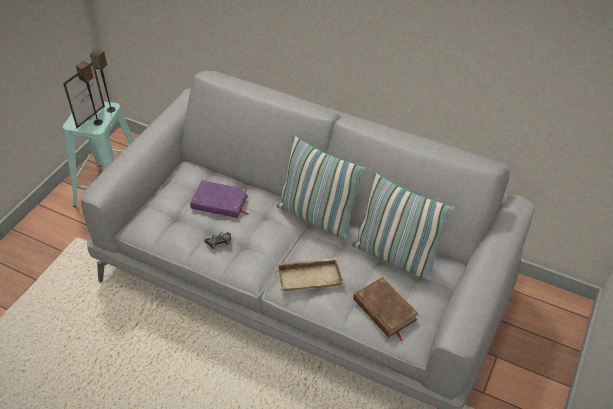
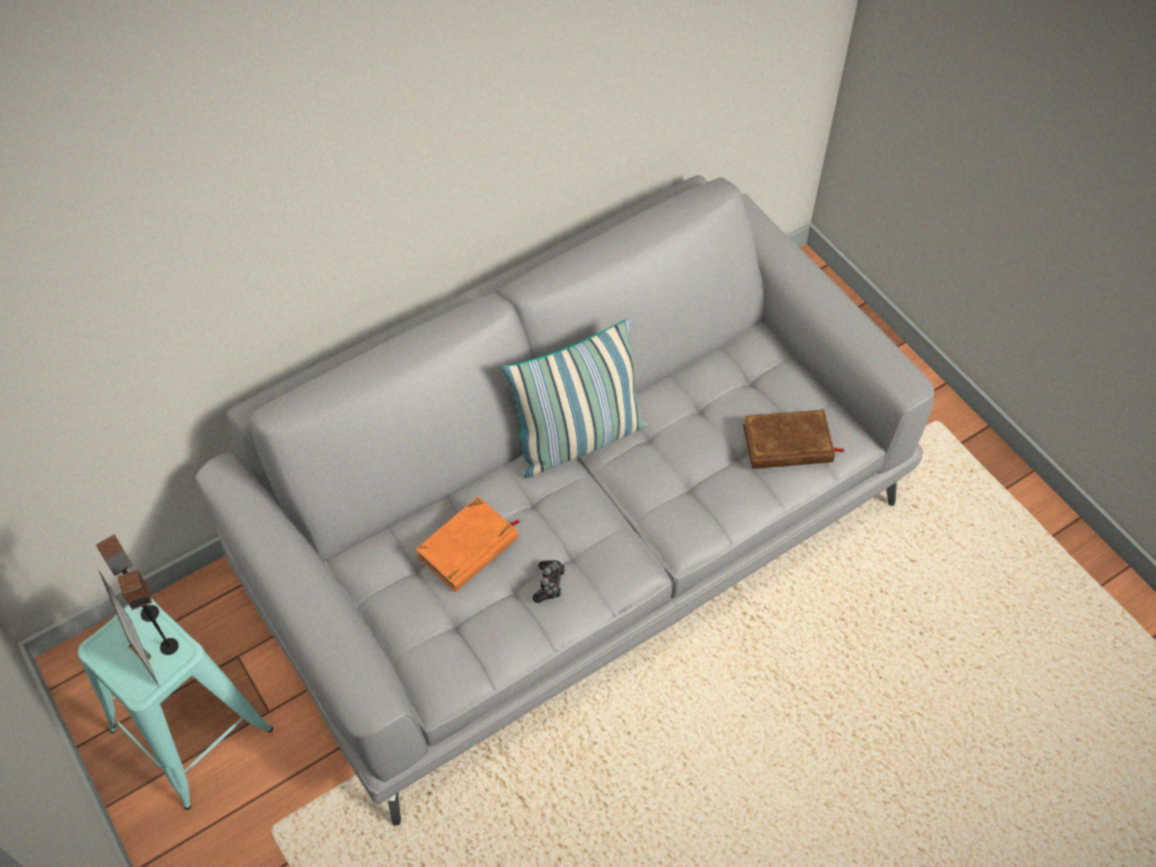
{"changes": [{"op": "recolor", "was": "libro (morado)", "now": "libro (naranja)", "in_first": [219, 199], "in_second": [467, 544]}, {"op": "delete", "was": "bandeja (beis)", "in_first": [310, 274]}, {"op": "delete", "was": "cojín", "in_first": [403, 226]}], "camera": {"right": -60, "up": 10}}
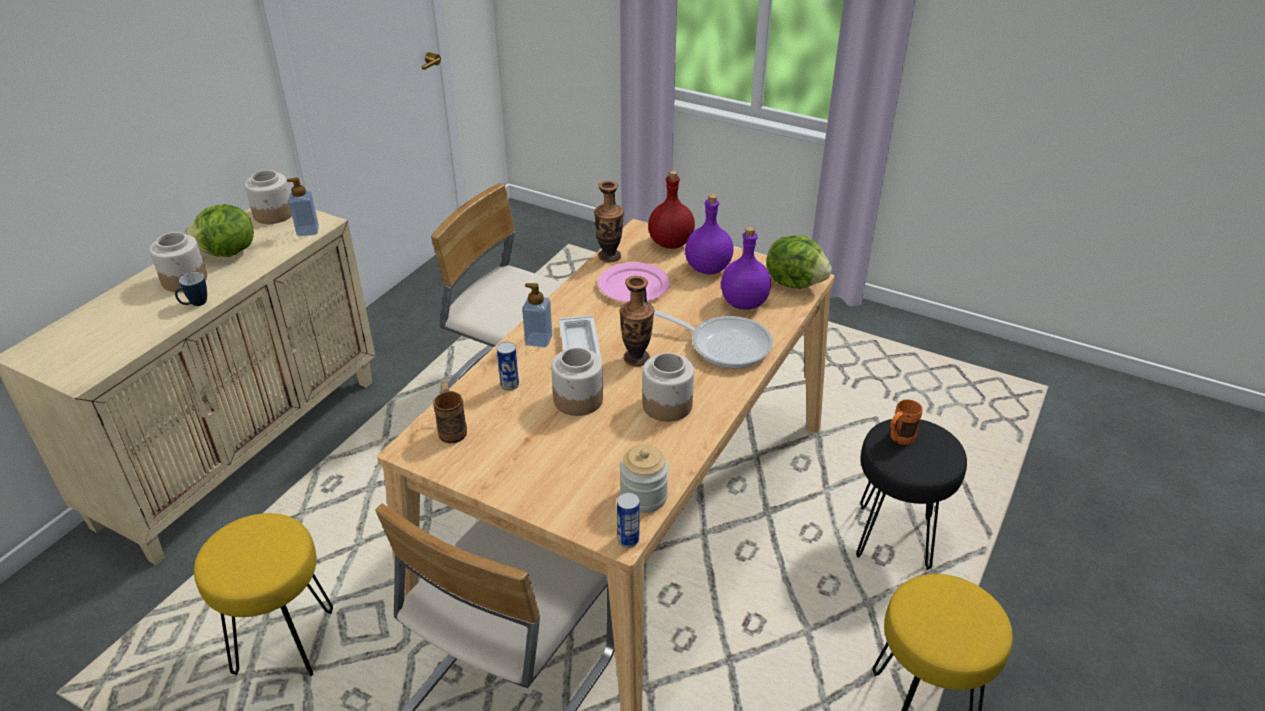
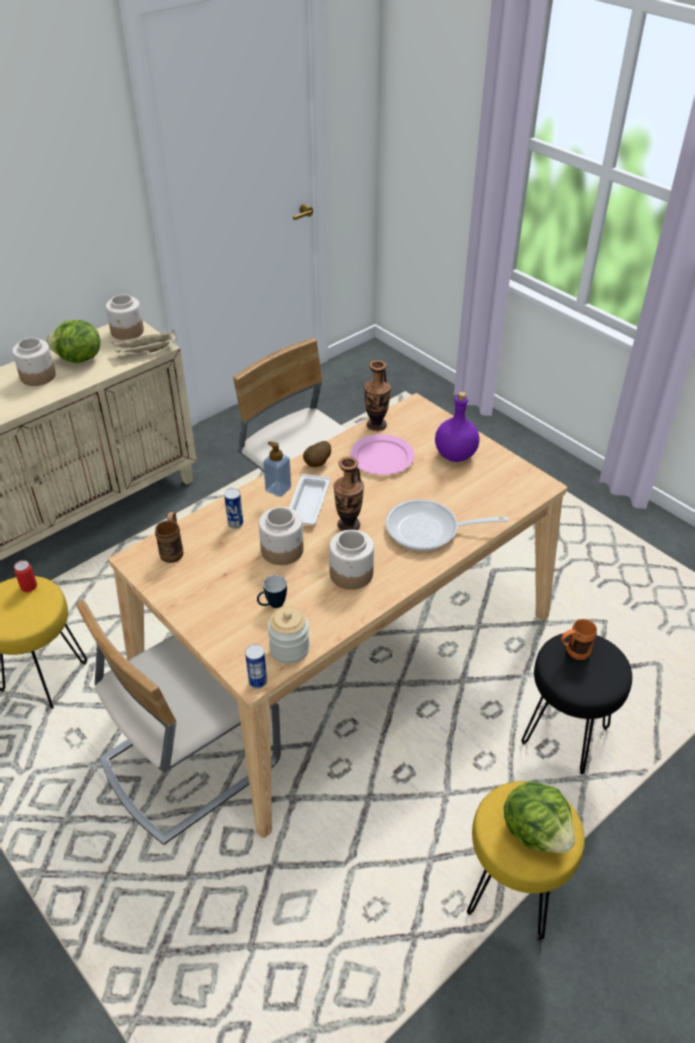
{"changes": [{"op": "insert", "now": "lata", "in_second": [25, 576]}, {"op": "replace", "was": "dispensador de jabón", "now": "bandeja (beis)", "in_first": [303, 206], "in_second": [144, 341]}, {"op": "move", "was": "taza grande", "in_first": [191, 289], "in_second": [272, 591]}, {"op": "insert", "now": "patata", "in_second": [317, 454]}, {"op": "rotate", "was": "sartén", "in_first": [713, 339], "in_second": [447, 525], "clockwise": 135}, {"op": "move", "was": "lechuga", "in_first": [799, 262], "in_second": [539, 817]}, {"op": "delete", "was": "botella (rojo)", "in_first": [671, 209]}, {"op": "delete", "was": "botella (morado)", "in_first": [746, 268]}], "camera": {"right": 20, "up": 5}}
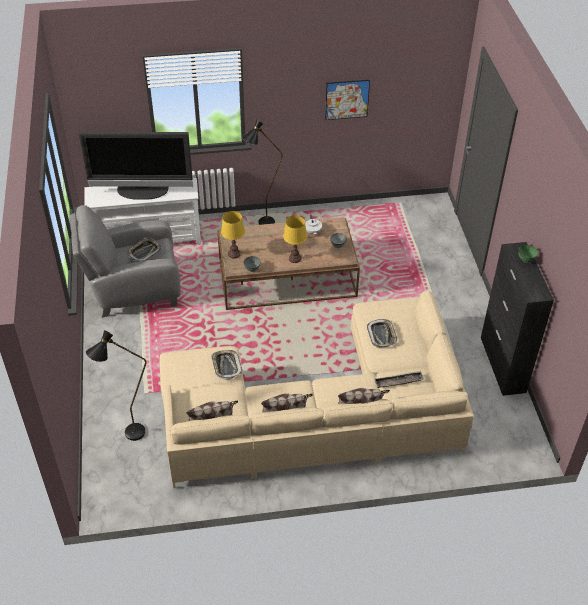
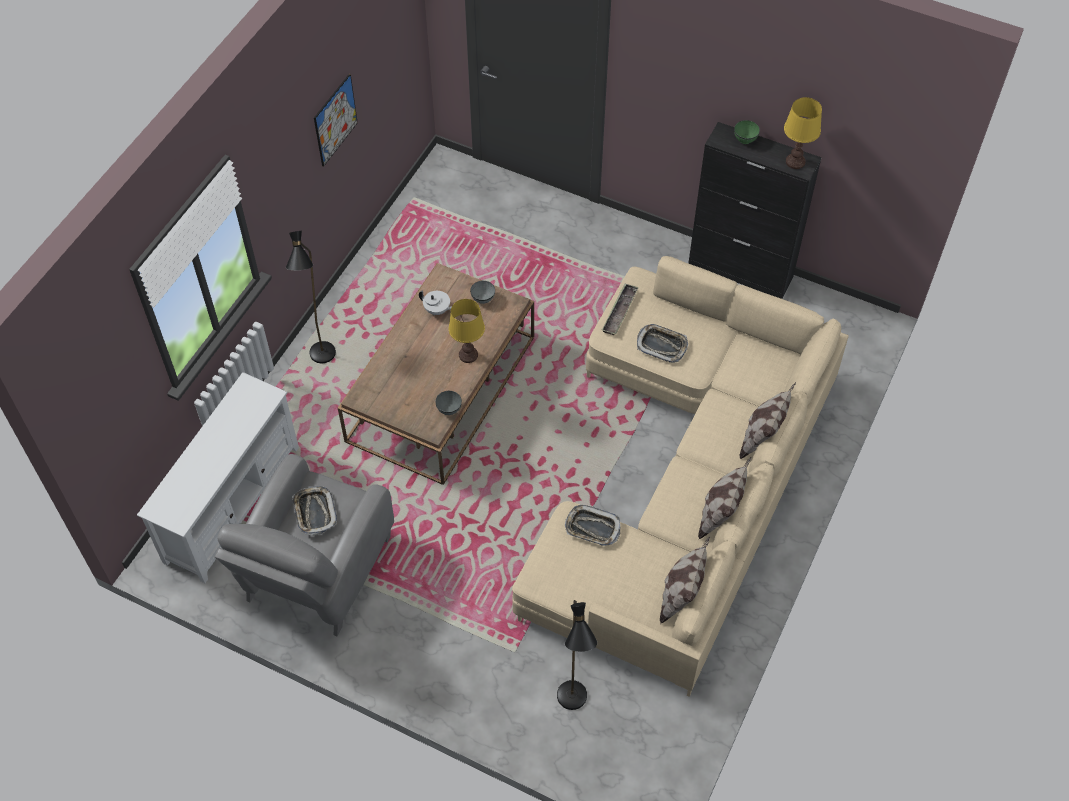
{"changes": [{"op": "move", "was": "bandeja", "in_first": [399, 379], "in_second": [620, 309]}, {"op": "move", "was": "lámpara de mesa (amarillo)", "in_first": [233, 234], "in_second": [803, 133]}, {"op": "delete", "was": "televisor", "in_first": [136, 166]}], "camera": {"right": -55, "up": 10}}
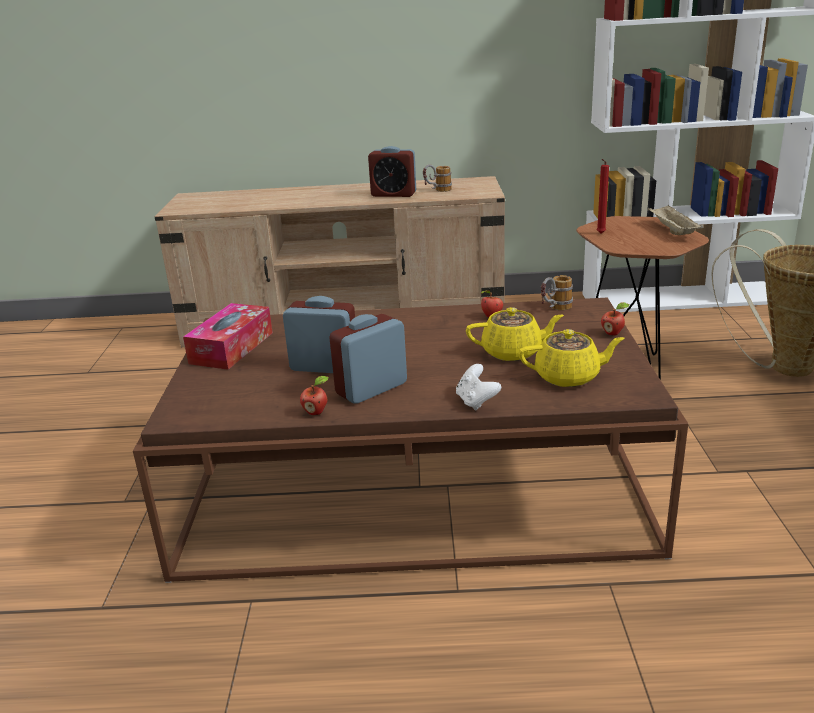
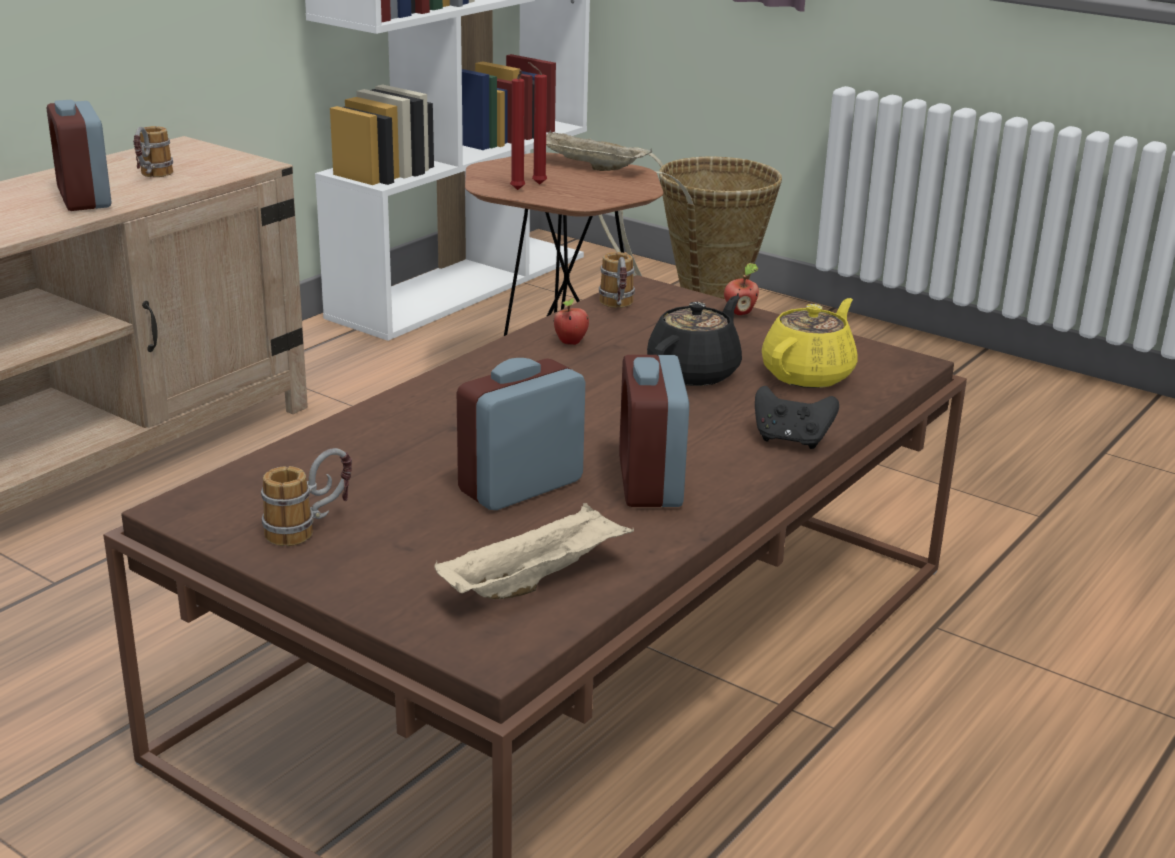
{"changes": [{"op": "rotate", "was": "despertador", "in_first": [392, 171], "in_second": [79, 155], "clockwise": 105}, {"op": "replace", "was": "caja de pañuelos", "now": "taza grande", "in_first": [228, 336], "in_second": [306, 497]}, {"op": "insert", "now": "bandeja (beis)", "in_second": [534, 551]}, {"op": "insert", "now": "vela (rojo)", "in_second": [537, 123]}, {"op": "recolor", "was": "tetera (amarillo)", "now": "tetera (negro)", "in_first": [515, 334], "in_second": [694, 341]}, {"op": "recolor", "was": "mando de consola (blanco)", "now": "mando de consola (negro)", "in_first": [478, 387], "in_second": [797, 417]}, {"op": "delete", "was": "manzana", "in_first": [314, 395]}], "camera": {"right": -55, "up": 0}}
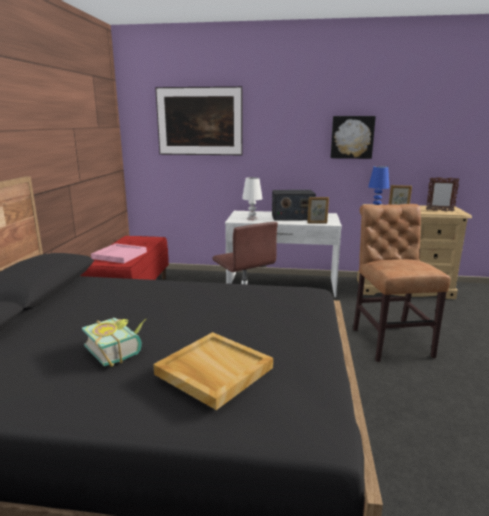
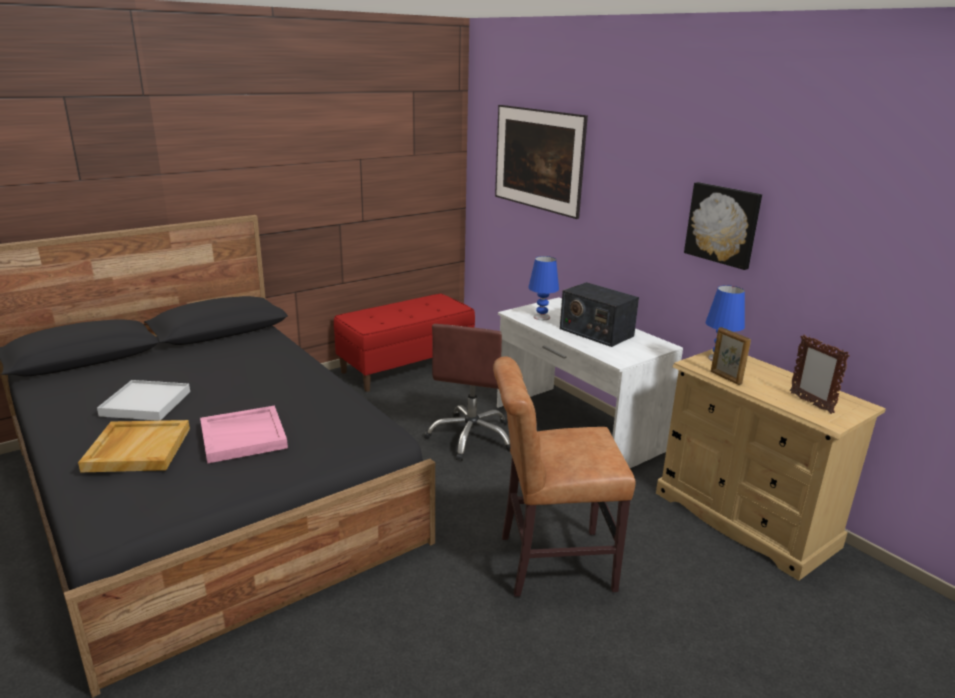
{"changes": [{"op": "replace", "was": "libro", "now": "bandeja (blanco)", "in_first": [114, 342], "in_second": [143, 400]}, {"op": "move", "was": "bandeja (rosa)", "in_first": [119, 253], "in_second": [244, 434]}, {"op": "rotate", "was": "silla (marrón)", "in_first": [402, 283], "in_second": [564, 476], "clockwise": -135}, {"op": "recolor", "was": "lámpara de mesa (blanco)", "now": "lámpara de mesa (azul)", "in_first": [252, 198], "in_second": [543, 288]}, {"op": "delete", "was": "portarretratos", "in_first": [318, 210]}], "camera": {"right": 45, "up": 5}}
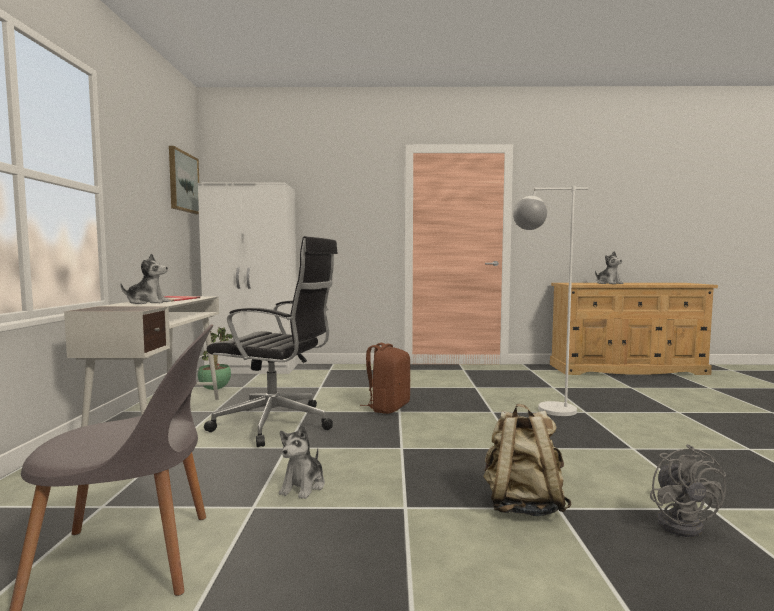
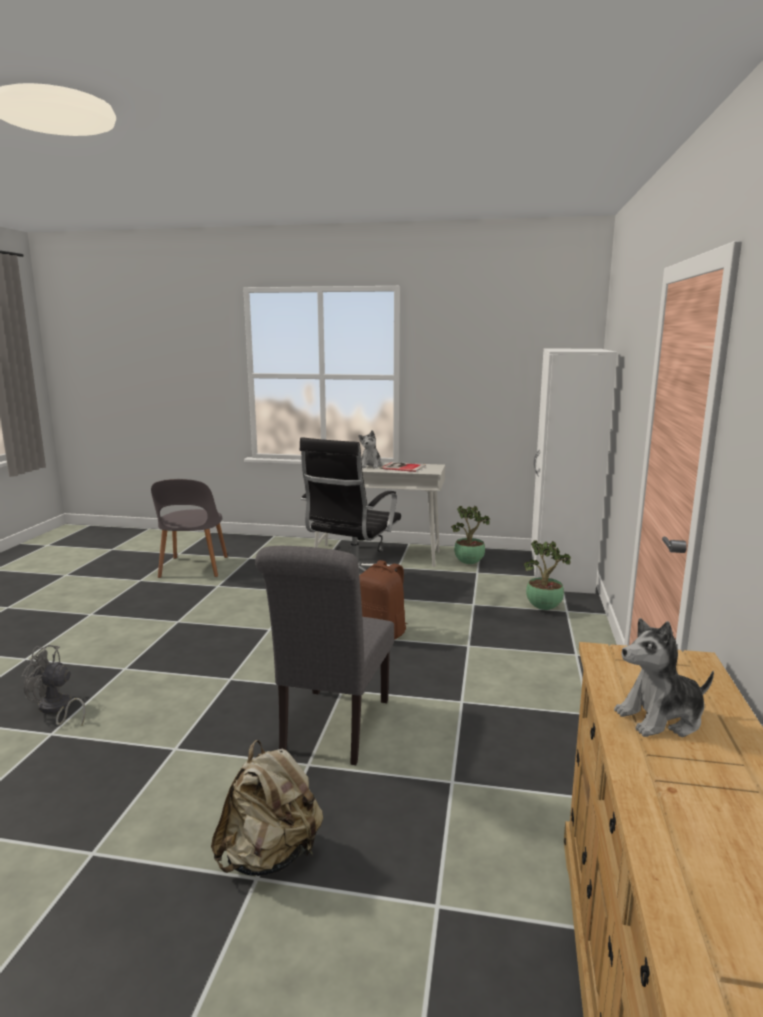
{"changes": [{"op": "move", "was": "mochila (beis)", "in_first": [527, 460], "in_second": [267, 808]}, {"op": "replace", "was": "lámpara de pie (blanco)", "now": "silla (gris)", "in_first": [550, 301], "in_second": [324, 655]}, {"op": "insert", "now": "planta en maceta", "in_second": [547, 575]}, {"op": "delete", "was": "cuadro", "in_first": [184, 180]}, {"op": "delete", "was": "peluche", "in_first": [302, 462]}], "camera": {"right": 100, "up": 10}}
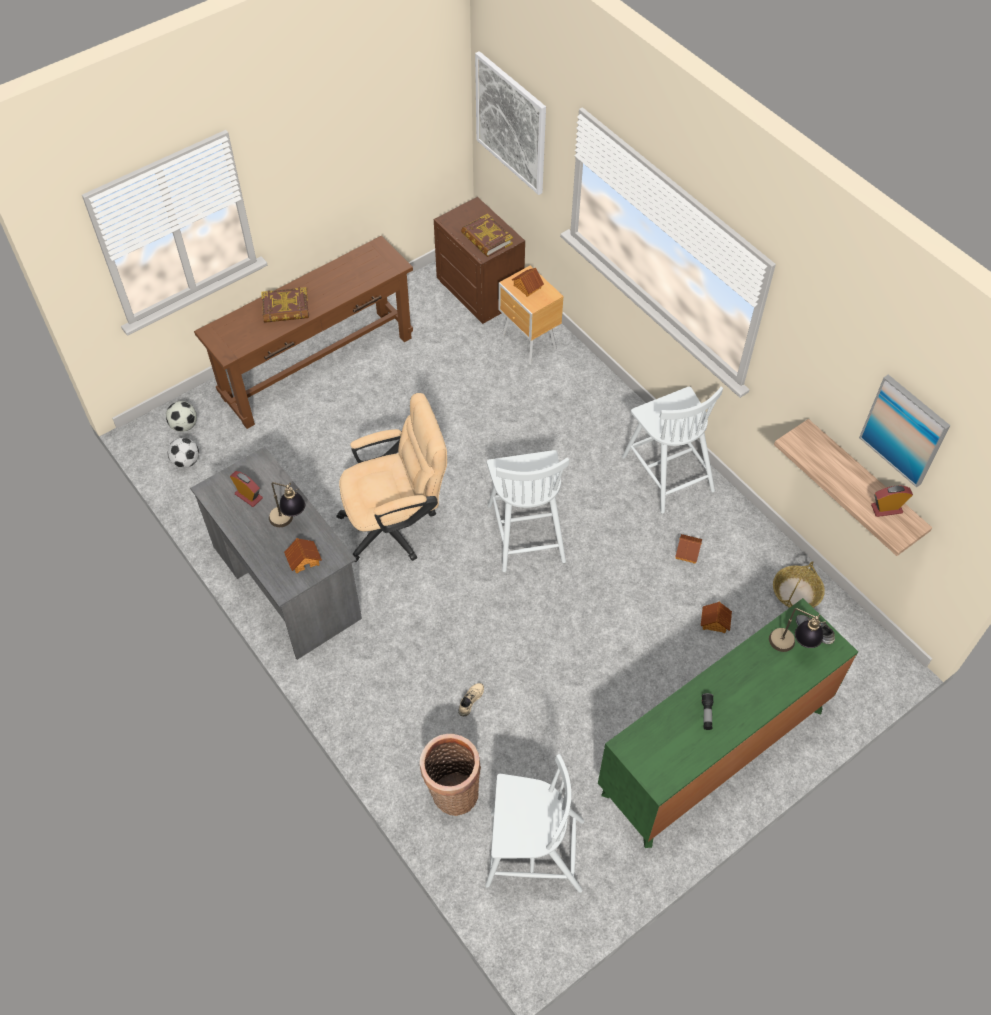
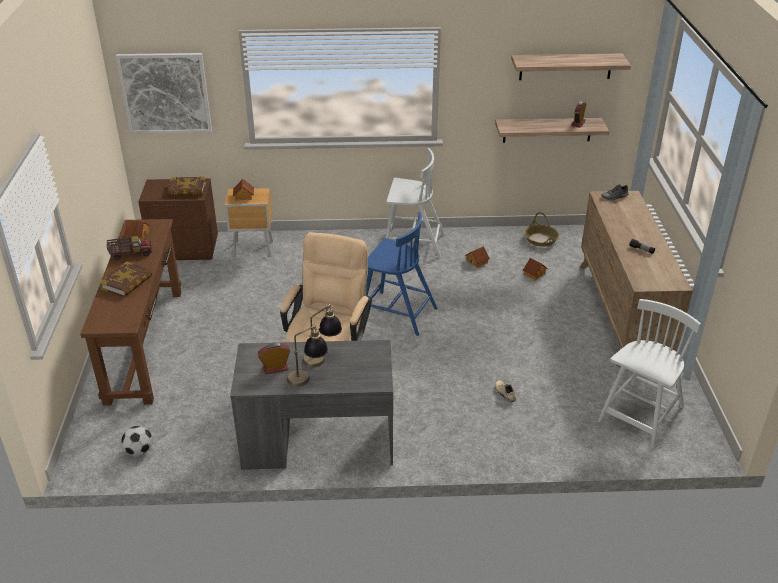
{"changes": [{"op": "insert", "now": "camión de juguete", "in_second": [129, 248]}, {"op": "move", "was": "casita", "in_first": [303, 555], "in_second": [137, 230]}, {"op": "move", "was": "lámpara de mesa", "in_first": [797, 630], "in_second": [307, 355]}, {"op": "recolor", "was": "silla (blanco)", "now": "silla (azul)", "in_first": [528, 511], "in_second": [402, 274]}, {"op": "replace", "was": "cuadro", "now": "estante", "in_first": [905, 431], "in_second": [571, 66]}, {"op": "recolor", "was": "cómoda (verde)", "now": "cómoda (marrón)", "in_first": [728, 723], "in_second": [636, 279]}, {"op": "delete", "was": "balón de fútbol", "in_first": [181, 416]}, {"op": "delete", "was": "cesta", "in_first": [450, 775]}], "camera": {"right": -55, "up": -20}}
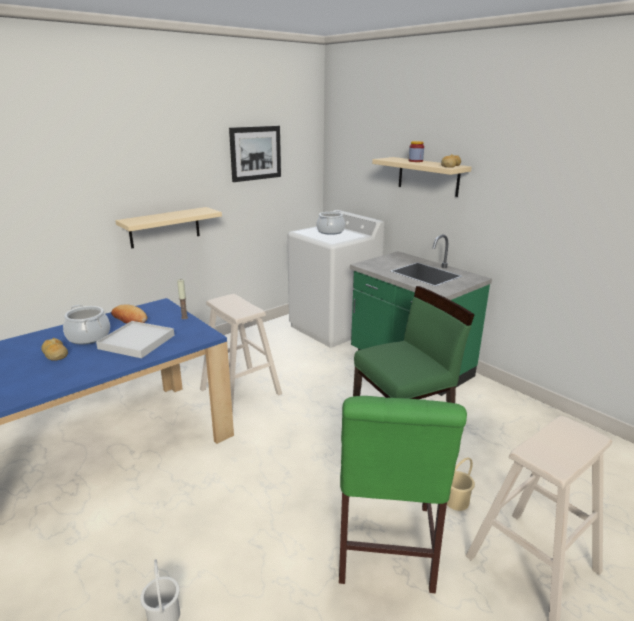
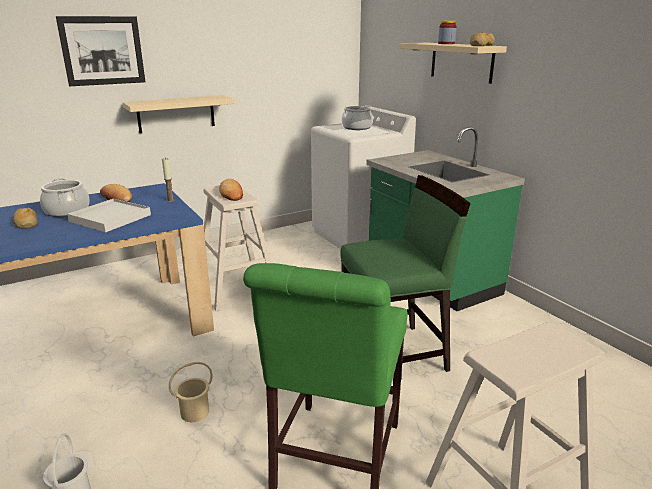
{"changes": [{"op": "move", "was": "cuadro", "in_first": [255, 154], "in_second": [100, 51]}, {"op": "move", "was": "cubo (beis)", "in_first": [461, 484], "in_second": [190, 392]}, {"op": "insert", "now": "pan", "in_second": [231, 190]}], "camera": {"right": 10, "up": 0}}
